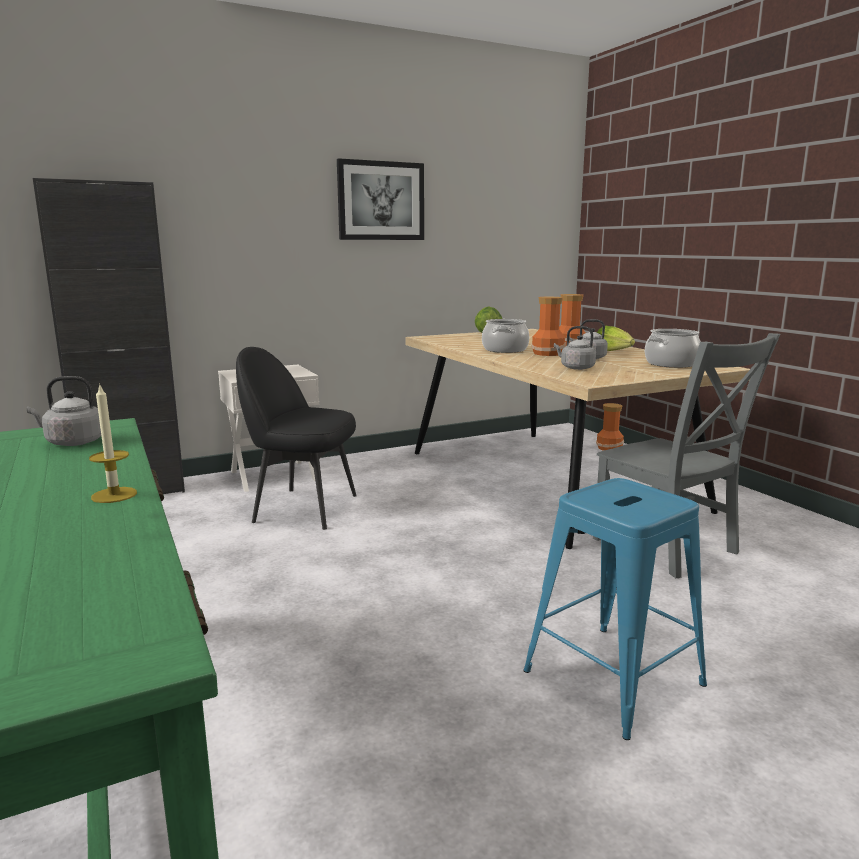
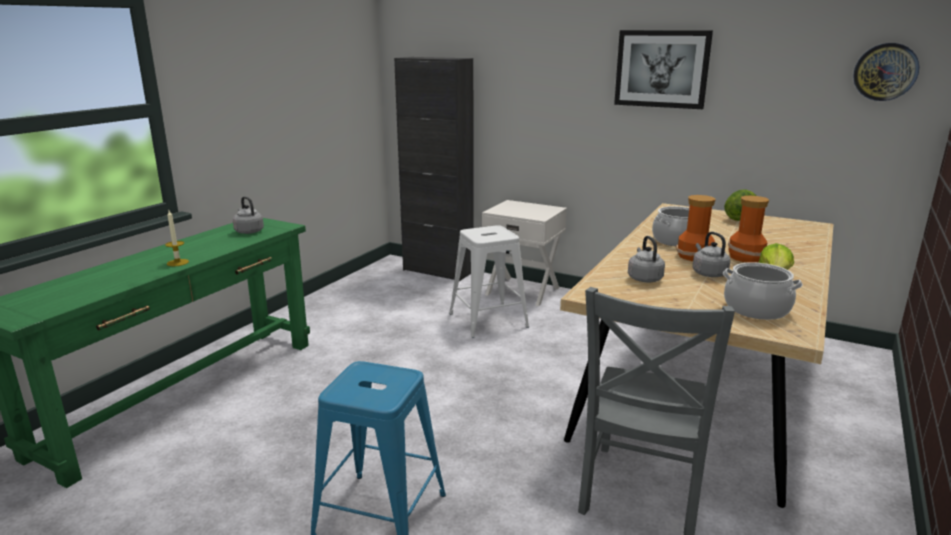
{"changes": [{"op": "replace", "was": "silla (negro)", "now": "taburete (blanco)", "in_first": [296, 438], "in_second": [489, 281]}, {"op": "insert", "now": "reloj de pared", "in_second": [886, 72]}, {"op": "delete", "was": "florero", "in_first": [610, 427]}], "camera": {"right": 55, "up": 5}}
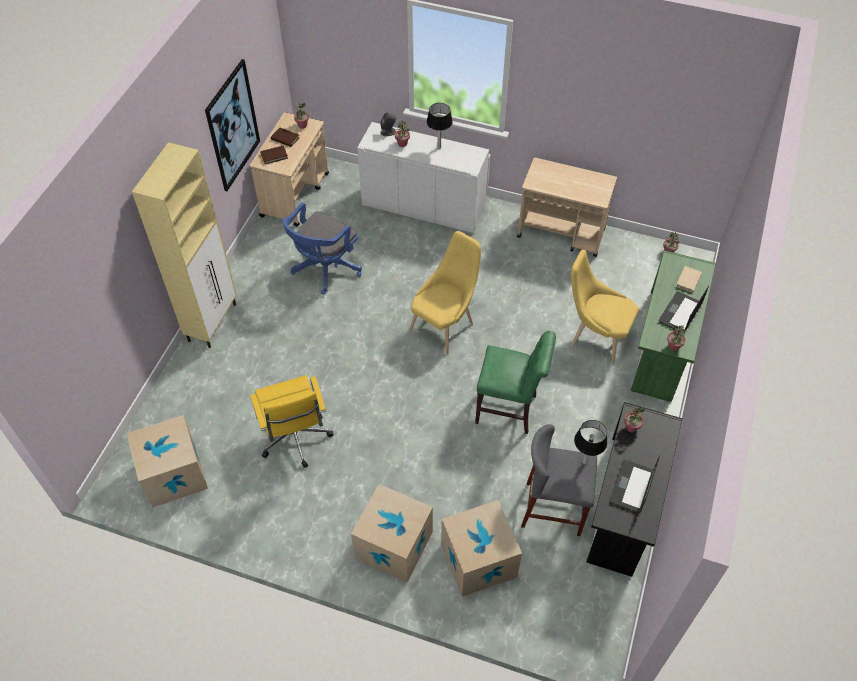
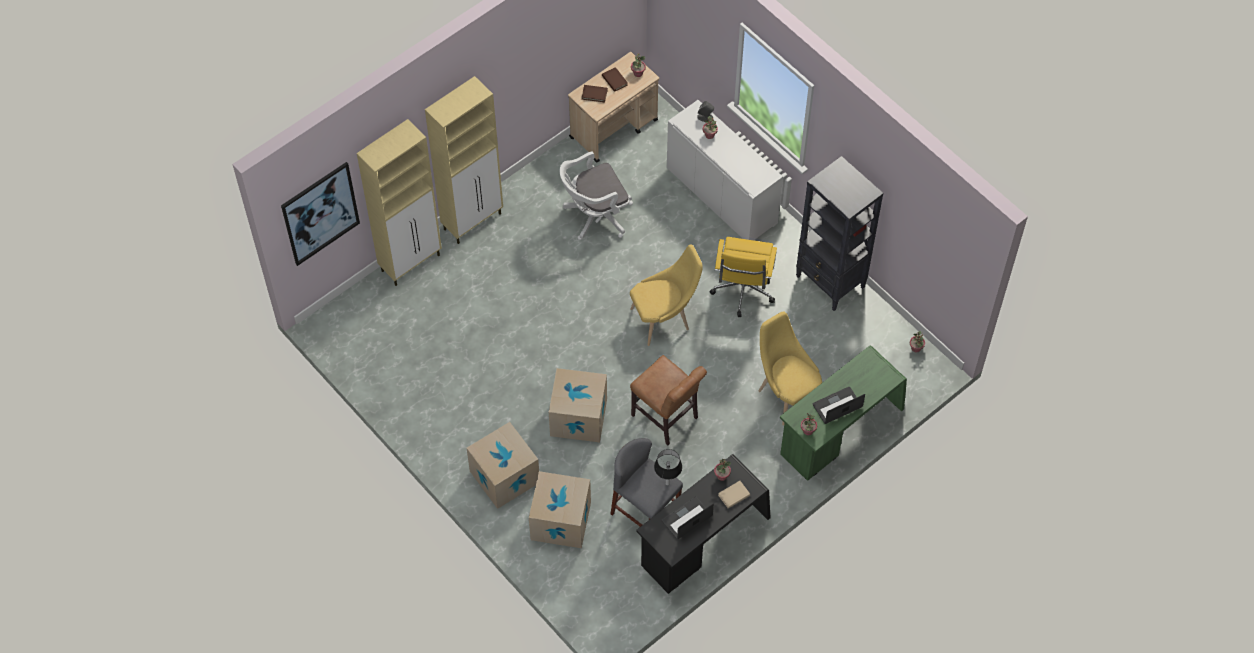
{"changes": [{"op": "move", "was": "cuadro", "in_first": [232, 125], "in_second": [320, 214]}, {"op": "insert", "now": "armario (beis)", "in_second": [399, 202]}, {"op": "move", "was": "caja de cartón", "in_first": [167, 461], "in_second": [578, 405]}, {"op": "recolor", "was": "silla de oficina (azul)", "now": "silla de oficina (blanco)", "in_first": [322, 248], "in_second": [596, 195]}, {"op": "recolor", "was": "silla (verde)", "now": "silla (marrón)", "in_first": [515, 382], "in_second": [668, 400]}, {"op": "move", "was": "silla de oficina (amarillo)", "in_first": [292, 421], "in_second": [743, 277]}, {"op": "move", "was": "libro (beis)", "in_first": [689, 279], "in_second": [734, 494]}, {"op": "replace", "was": "carrito (beis)", "now": "estantería (negro)", "in_first": [567, 207], "in_second": [839, 233]}, {"op": "delete", "was": "lámpara de mesa", "in_first": [440, 126]}], "camera": {"right": 30, "up": 5}}
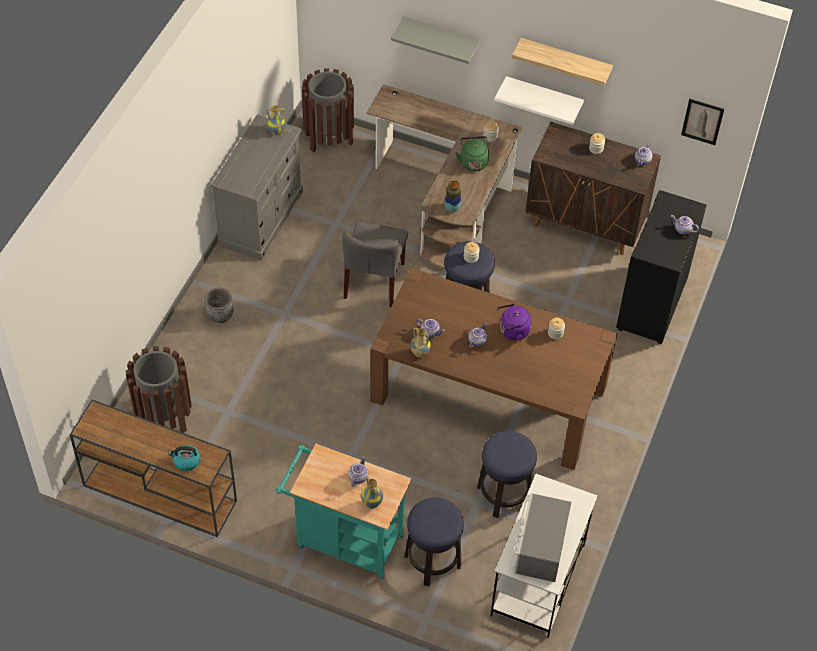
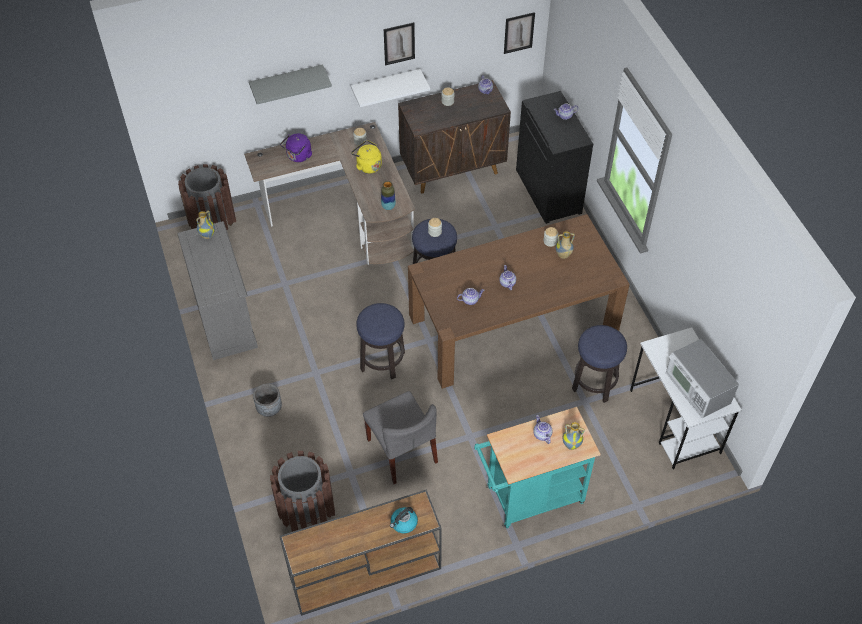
{"changes": [{"op": "move", "was": "hervidor (morado)", "in_first": [514, 322], "in_second": [296, 148]}, {"op": "recolor", "was": "hervidor (verde)", "now": "hervidor (amarillo)", "in_first": [472, 153], "in_second": [366, 157]}, {"op": "move", "was": "taburete", "in_first": [434, 542], "in_second": [380, 341]}, {"op": "move", "was": "silla (gris)", "in_first": [375, 264], "in_second": [400, 437]}, {"op": "replace", "was": "estante", "now": "cuadro", "in_first": [562, 62], "in_second": [399, 43]}, {"op": "move", "was": "florero", "in_first": [420, 343], "in_second": [565, 245]}], "camera": {"right": -40, "up": 0}}
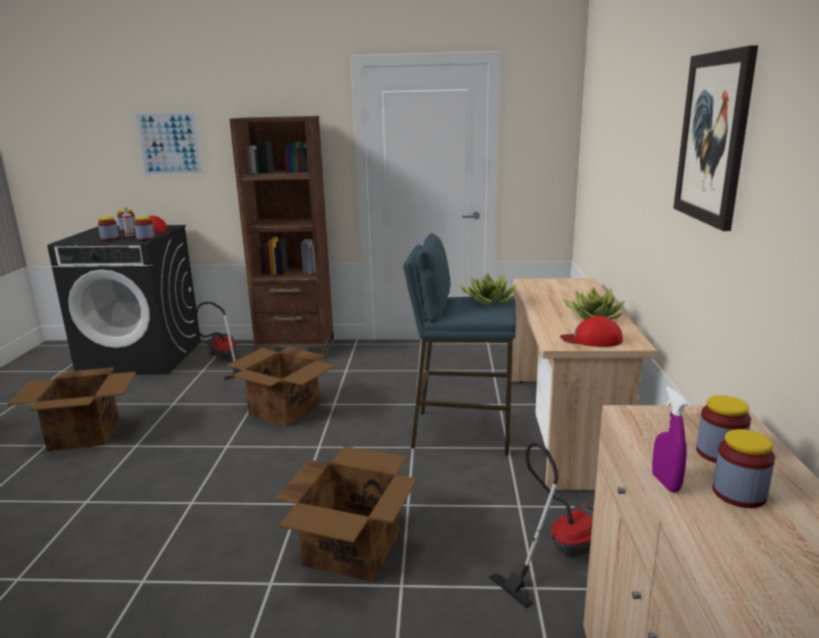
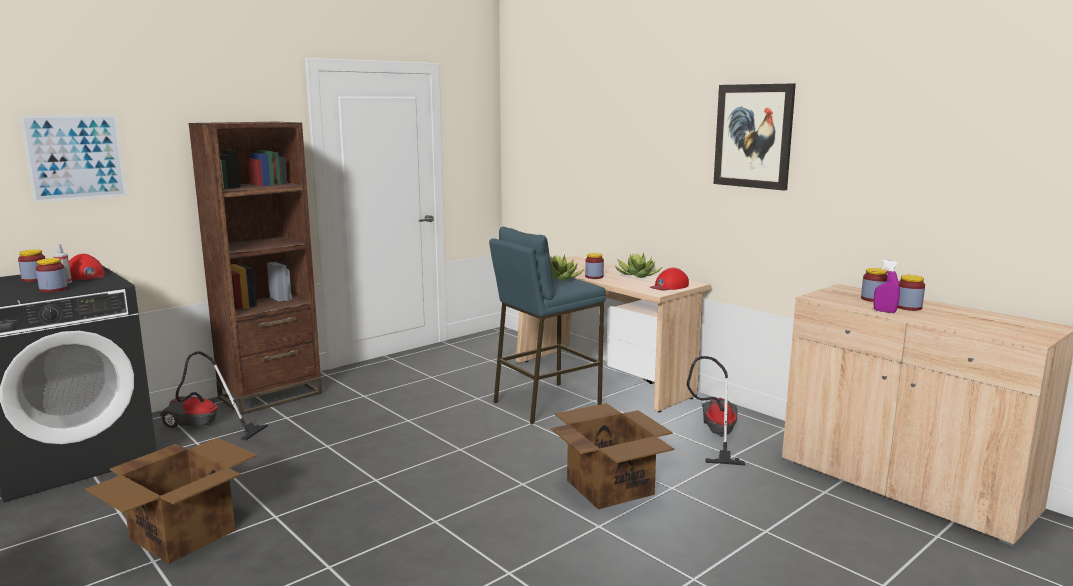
{"changes": [{"op": "move", "was": "tarro", "in_first": [144, 228], "in_second": [594, 266]}, {"op": "delete", "was": "caja de cartón", "in_first": [281, 387]}], "camera": {"right": -45, "up": -5}}
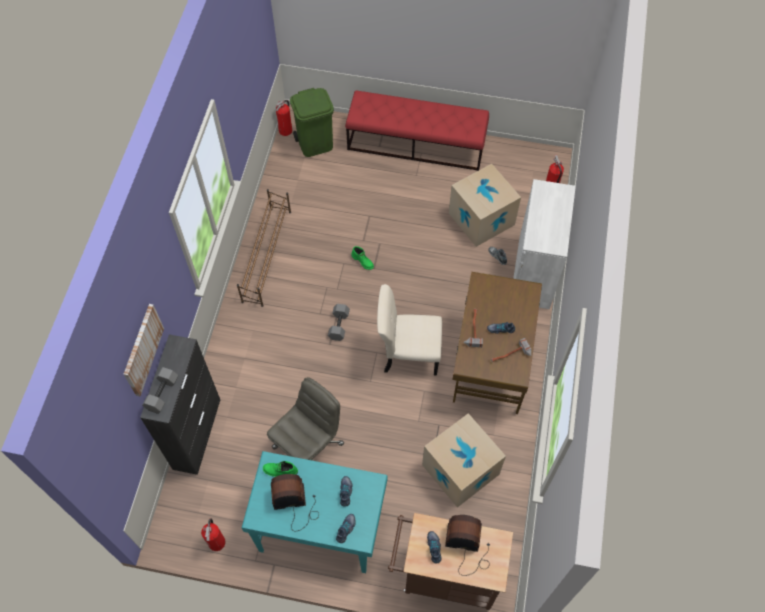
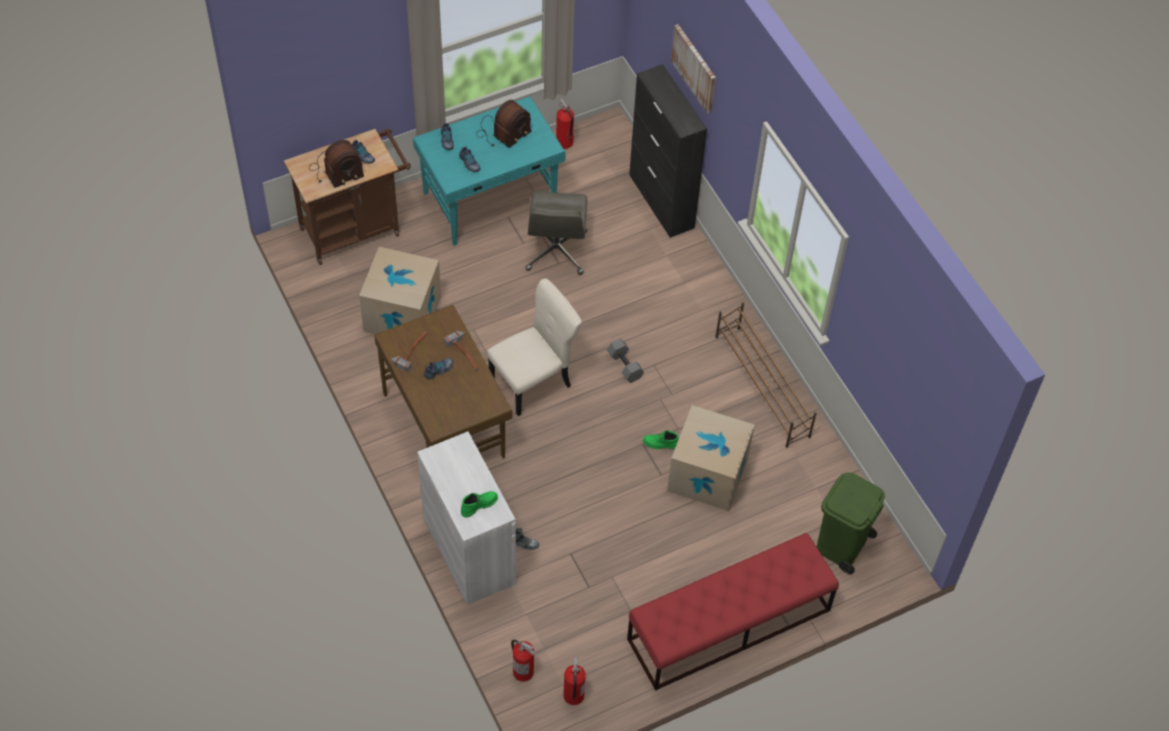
{"changes": [{"op": "move", "was": "bota (verde)", "in_first": [280, 469], "in_second": [479, 504]}, {"op": "move", "was": "extintor", "in_first": [284, 118], "in_second": [574, 680]}, {"op": "move", "was": "caja de cartón", "in_first": [485, 205], "in_second": [711, 458]}, {"op": "delete", "was": "mancuerna (gris)", "in_first": [160, 390]}], "camera": {"right": 140, "up": -5}}
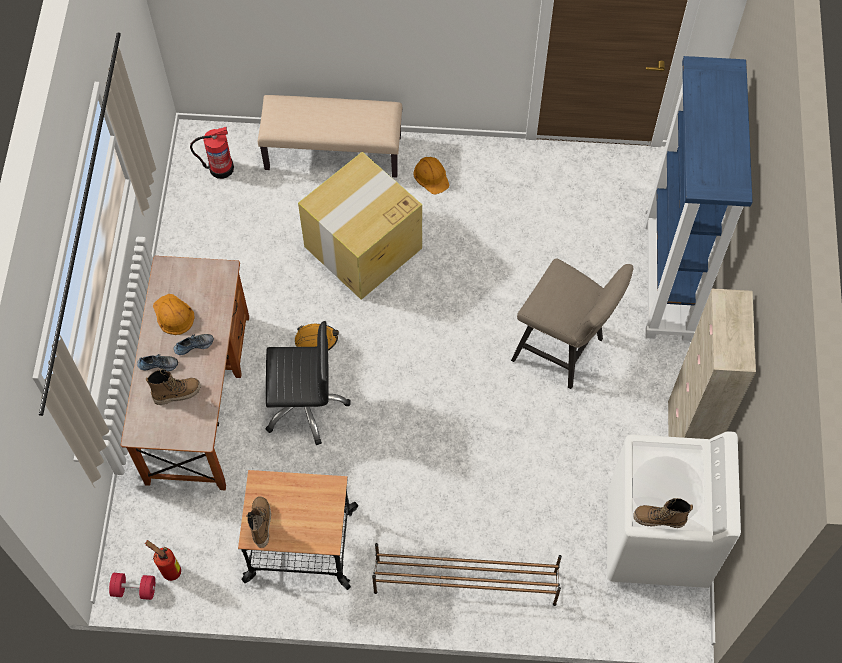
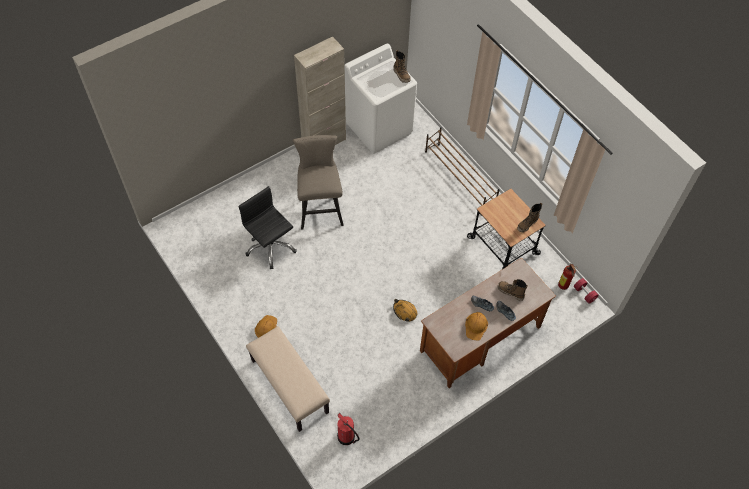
{"changes": [{"op": "move", "was": "silla de oficina (negro)", "in_first": [308, 383], "in_second": [268, 227]}, {"op": "delete", "was": "caja de cartón", "in_first": [360, 226]}, {"op": "delete", "was": "estantería (azul)", "in_first": [698, 198]}], "camera": {"right": -130, "up": -5}}
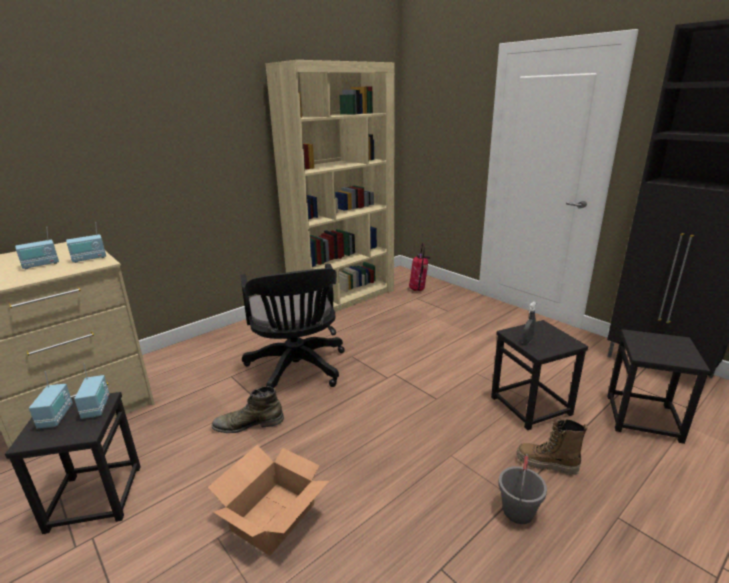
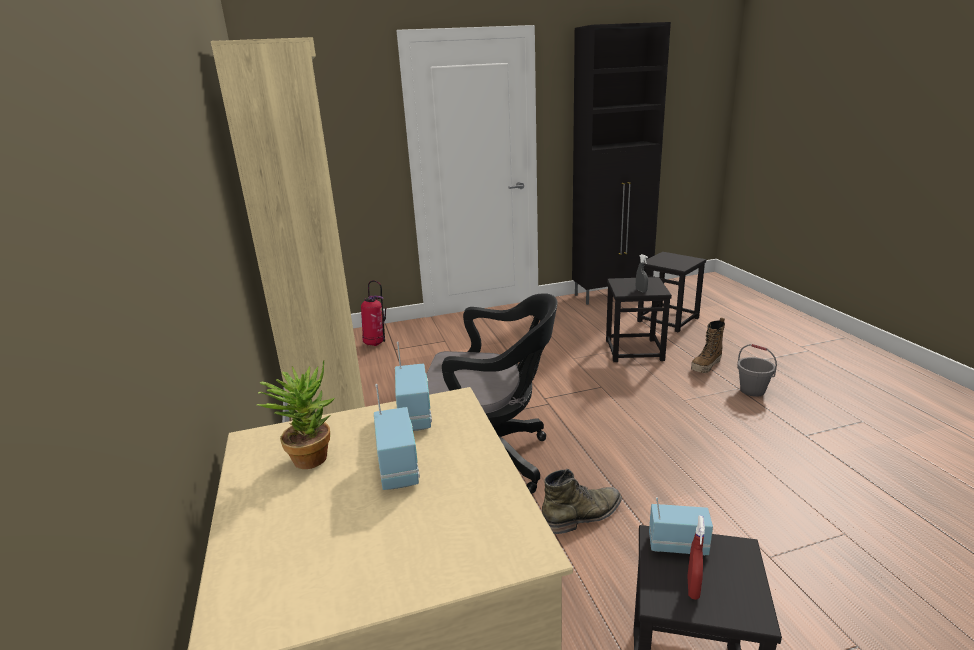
{"changes": [{"op": "insert", "now": "planta en maceta", "in_second": [296, 415]}, {"op": "rotate", "was": "bota (verde)", "in_first": [248, 409], "in_second": [582, 501], "clockwise": -135}, {"op": "replace", "was": "radio", "now": "pulverizador (rojo)", "in_first": [51, 399], "in_second": [696, 557]}, {"op": "delete", "was": "caja de cartón", "in_first": [268, 500]}], "camera": {"right": -65, "up": 0}}
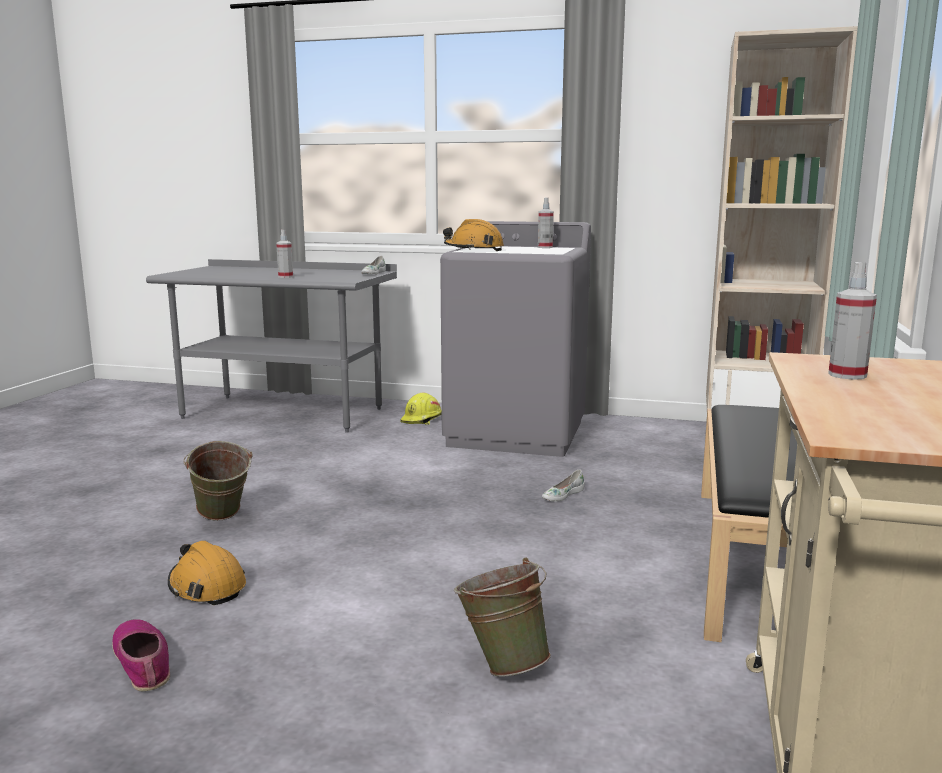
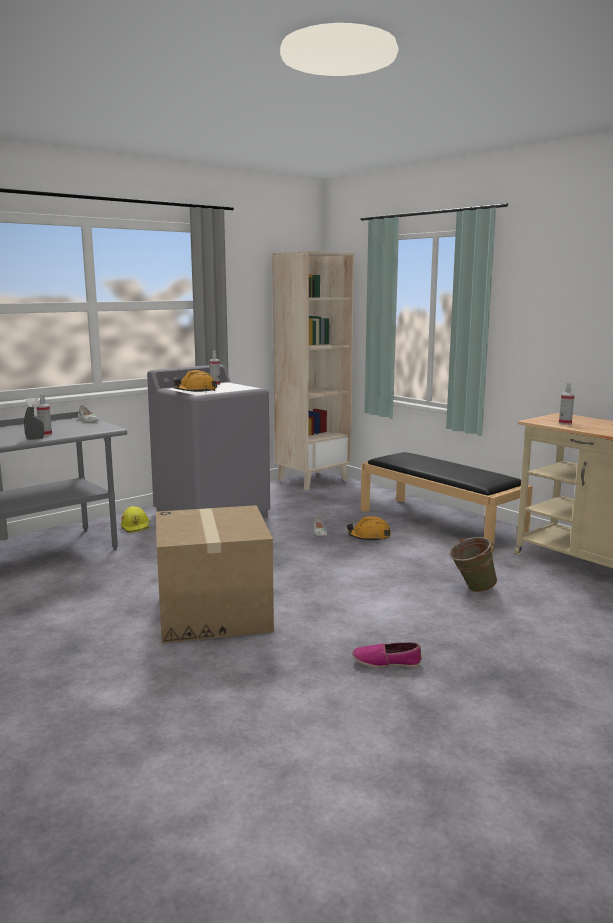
{"changes": [{"op": "insert", "now": "pulverizador (gris)", "in_second": [34, 419]}, {"op": "replace", "was": "cubo (verde)", "now": "caja de cartón", "in_first": [218, 481], "in_second": [215, 574]}, {"op": "move", "was": "casco (naranja)", "in_first": [207, 573], "in_second": [369, 529]}], "camera": {"right": -55, "up": 0}}
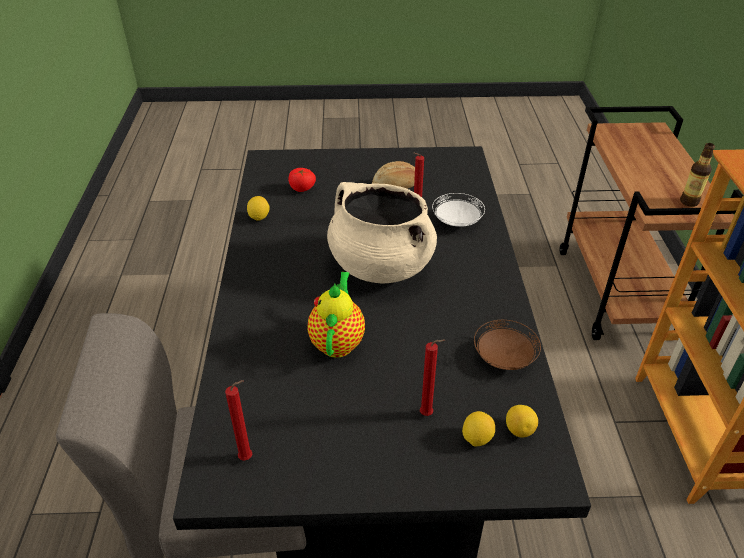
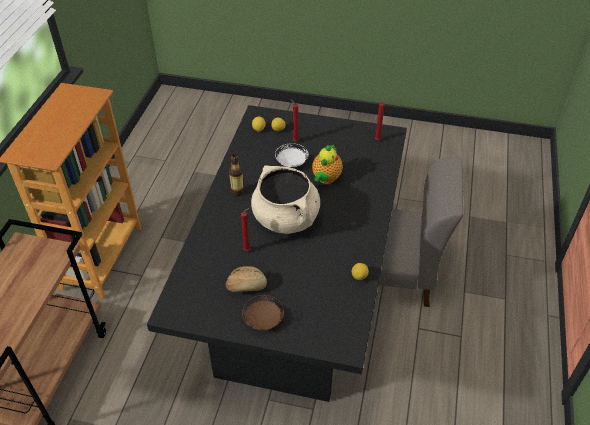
{"changes": [{"op": "move", "was": "botella", "in_first": [697, 175], "in_second": [236, 175]}, {"op": "move", "was": "plato (marrón)", "in_first": [507, 345], "in_second": [263, 312]}, {"op": "move", "was": "plato (blanco)", "in_first": [458, 210], "in_second": [292, 155]}, {"op": "delete", "was": "tomate", "in_first": [302, 180]}], "camera": {"right": -165, "up": 5}}
